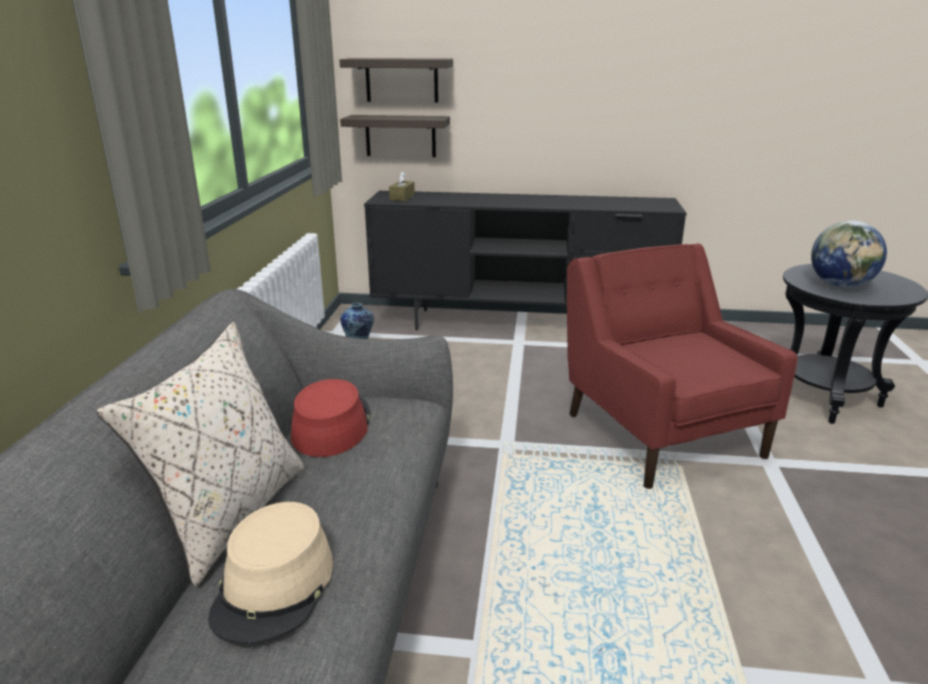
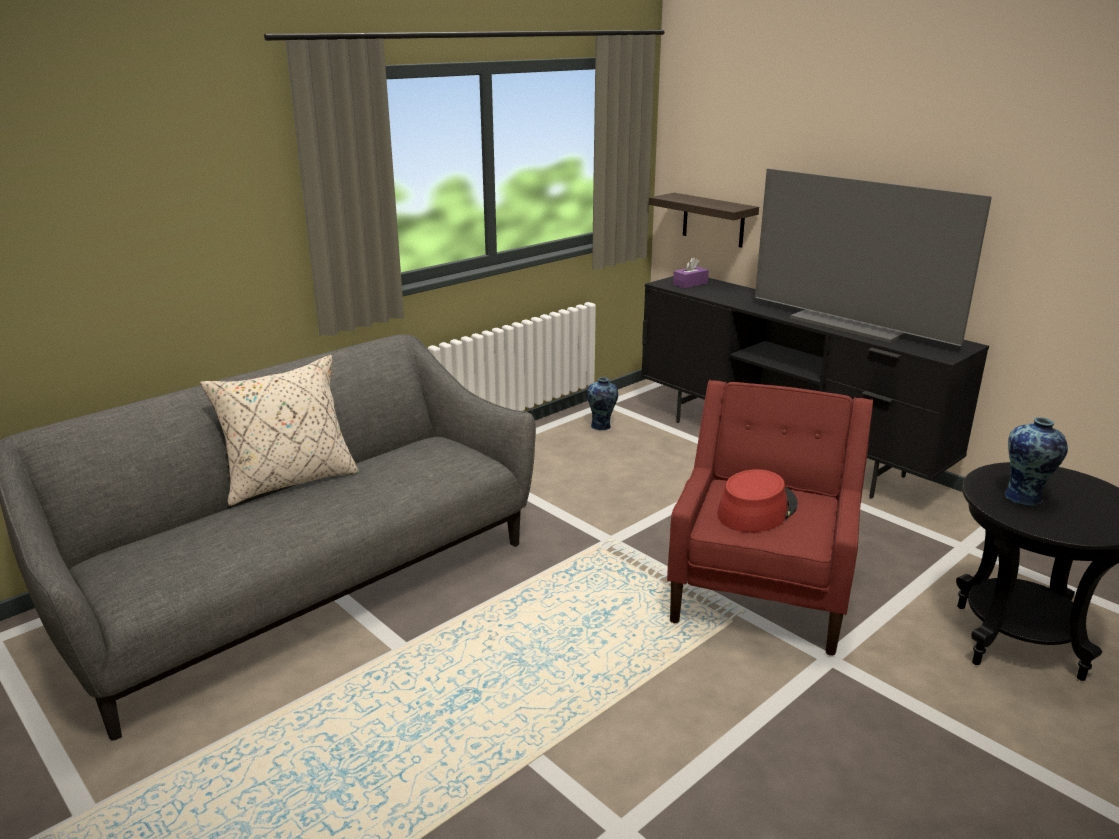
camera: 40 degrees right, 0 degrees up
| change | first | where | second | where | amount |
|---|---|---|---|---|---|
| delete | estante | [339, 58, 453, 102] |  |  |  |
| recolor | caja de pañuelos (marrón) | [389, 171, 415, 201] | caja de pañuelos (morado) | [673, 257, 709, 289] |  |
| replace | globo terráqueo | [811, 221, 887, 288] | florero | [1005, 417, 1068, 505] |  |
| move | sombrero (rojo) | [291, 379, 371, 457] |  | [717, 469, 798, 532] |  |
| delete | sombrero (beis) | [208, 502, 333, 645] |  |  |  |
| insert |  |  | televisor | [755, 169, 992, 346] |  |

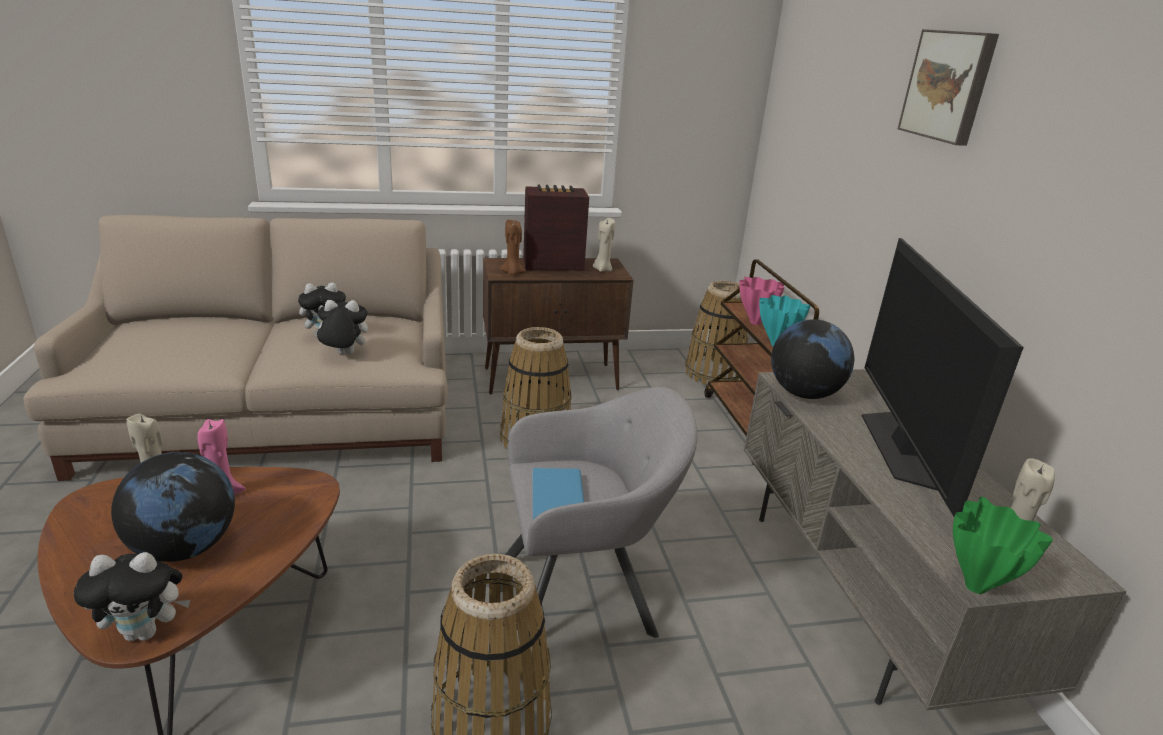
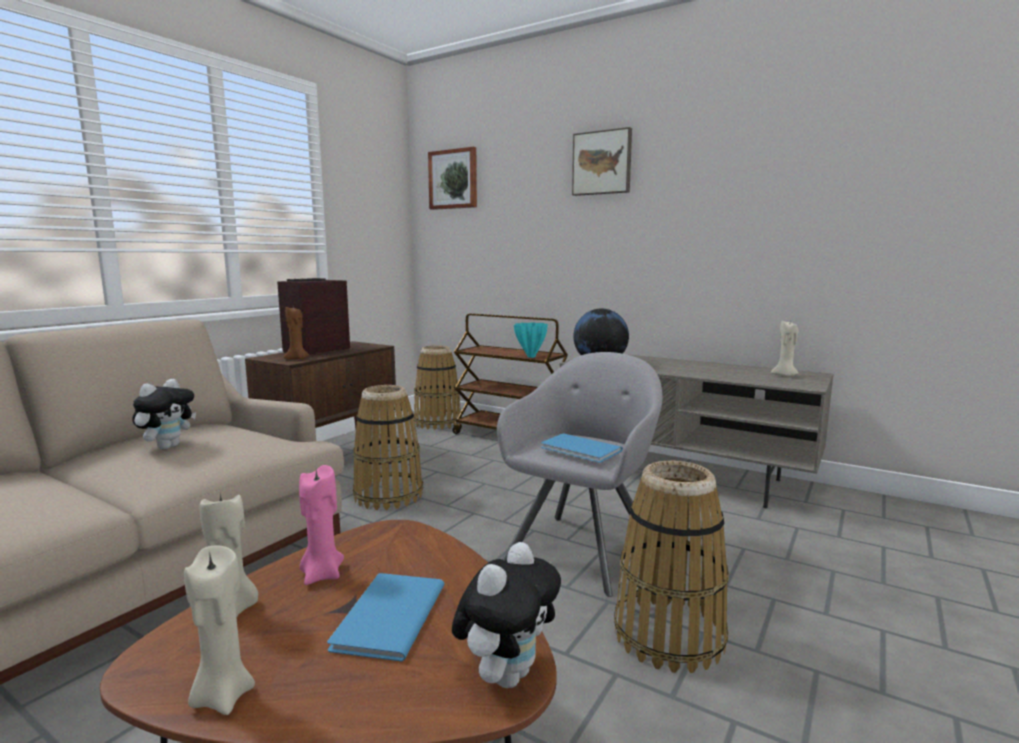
camera: 45 degrees left, 15 degrees down
| change | first | where | second | where | amount |
|---|---|---|---|---|---|
| move | vela (beis) | [593, 218, 615, 272] |  | [184, 545, 255, 715] |  |
| delete | televisor | [862, 238, 1024, 517] |  |  |  |
| delete | florero (rosa) | [739, 277, 785, 325] |  |  |  |
| delete | peluche | [313, 300, 368, 355] |  |  |  |
| replace | globo terráqueo | [111, 452, 235, 562] | libro (azul) | [327, 573, 444, 662] |  |
| delete | florero (verde) | [953, 497, 1053, 594] |  |  |  |
| insert |  |  | cuadro | [428, 147, 477, 210] |  |

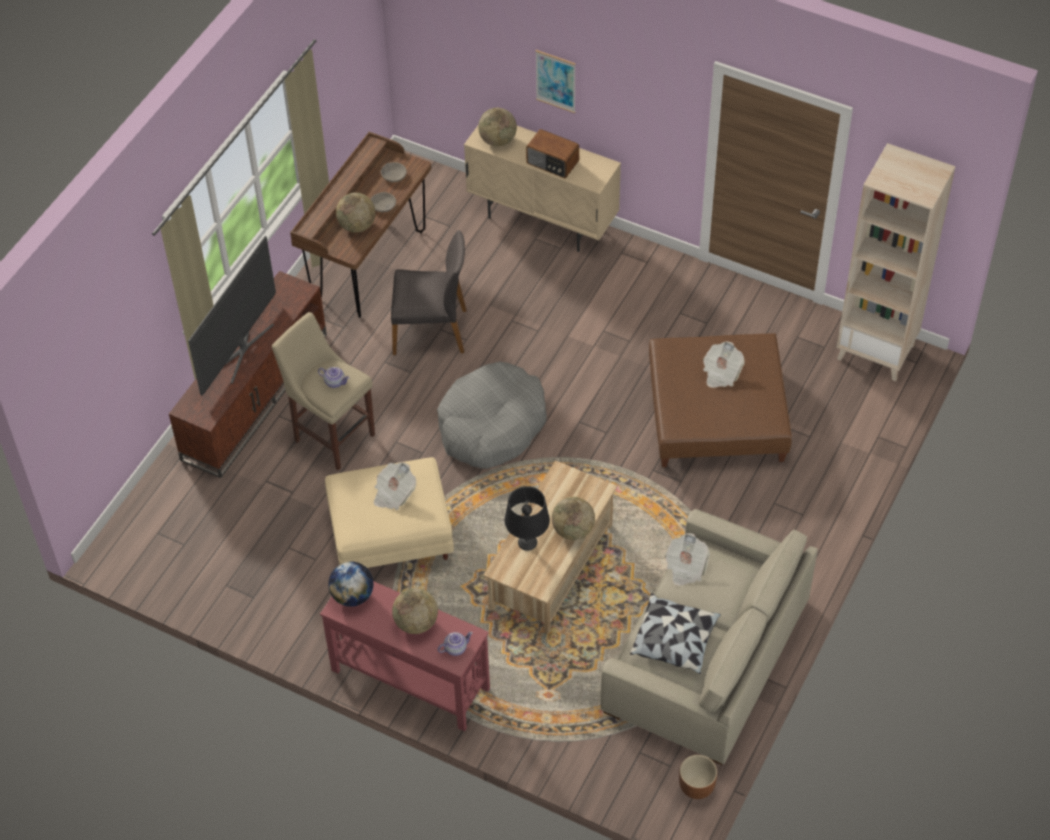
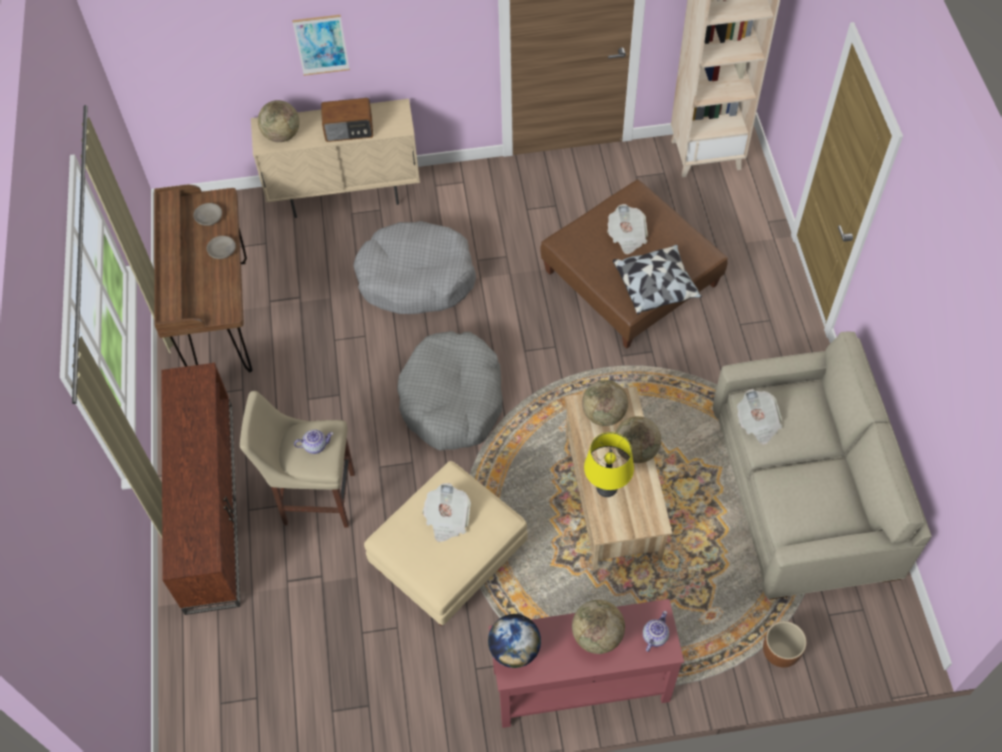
camera: 35 degrees left, 5 degrees up
| change | first | where | second | where | amount |
|---|---|---|---|---|---|
| move | globo terráqueo | [336, 193, 376, 233] |  | [582, 380, 628, 426] |  |
| delete | silla (gris) | [391, 230, 466, 355] |  |  |  |
| delete | televisor | [188, 236, 276, 396] |  |  |  |
| recolor | lámpara de mesa (negro) | [505, 486, 550, 551] | lámpara de mesa (amarillo) | [584, 432, 634, 497] |  |
| move | cojín | [630, 593, 721, 674] |  | [613, 245, 702, 314] |  |
| move | maceta (marrón) | [679, 755, 717, 799] |  | [763, 621, 807, 668] |  |
| insert |  |  | cama para perro (gris) | [353, 221, 476, 314] |  |

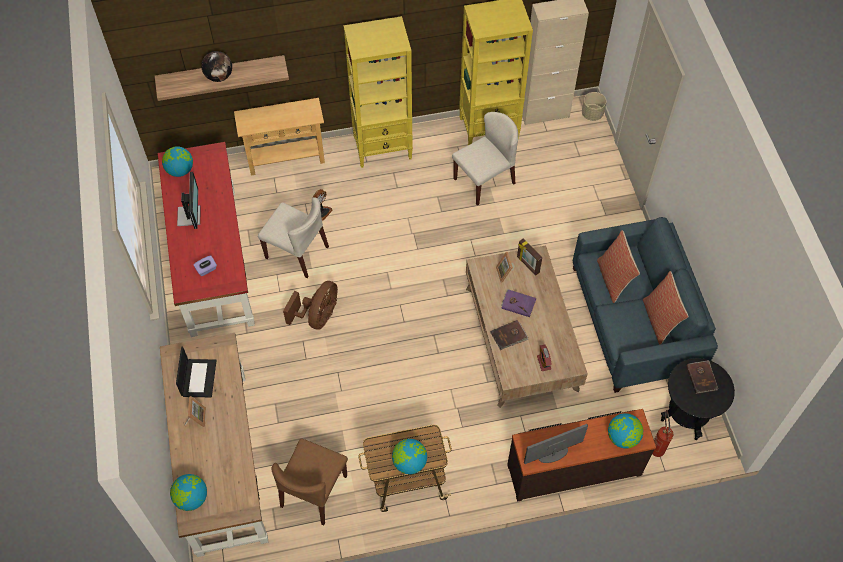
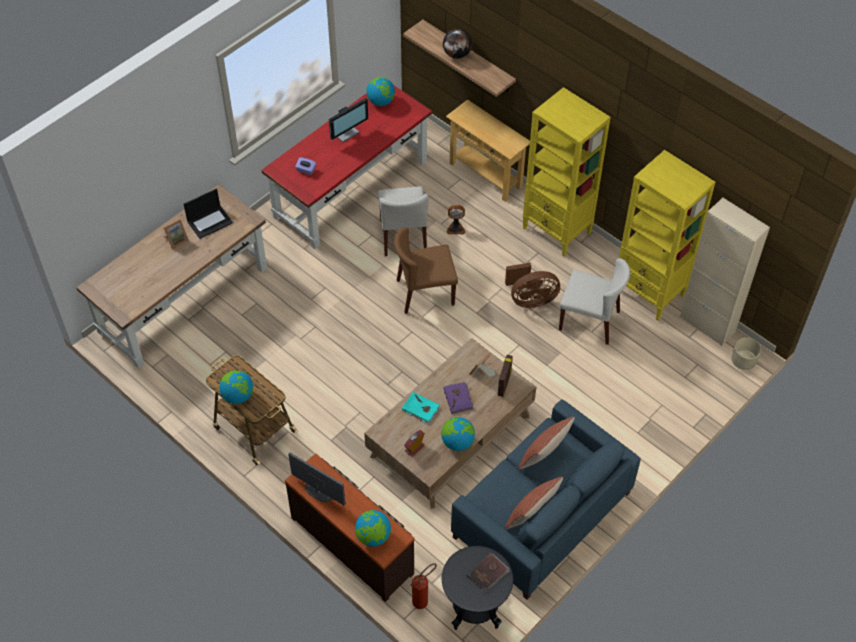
camera: 55 degrees right, 5 degrees down
| change | first | where | second | where | amount |
|---|---|---|---|---|---|
| move | ventilador (marrón) | [283, 281, 338, 330] |  | [505, 263, 560, 308] |  |
| recolor | libro (marrón) | [490, 320, 528, 350] | libro (turquesa) | [401, 392, 440, 424] |  |
| move | silla (marrón) | [272, 438, 348, 525] |  | [394, 227, 458, 314] |  |
| move | globo terráqueo | [170, 474, 207, 511] |  | [441, 417, 475, 451] |  |

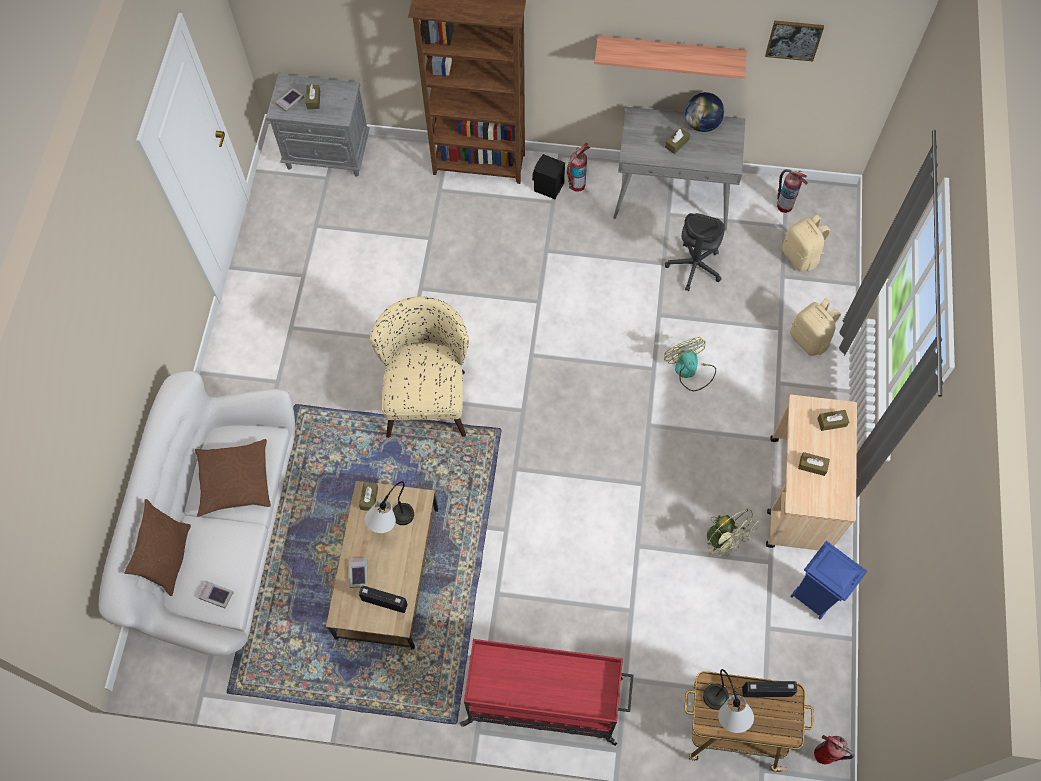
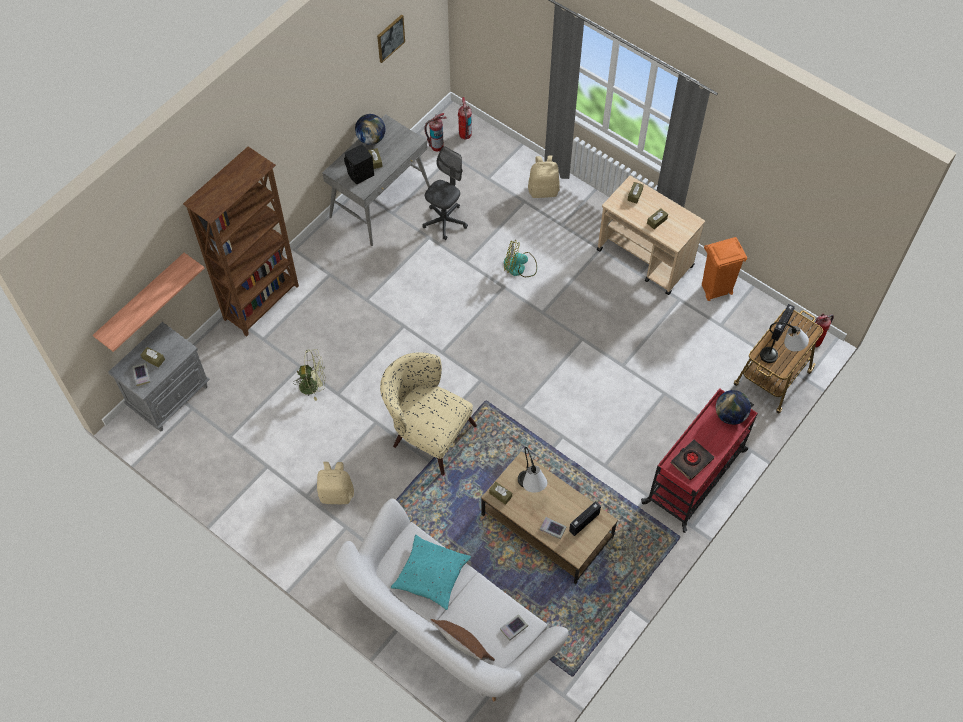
camera: 60 degrees left, 5 degrees down
| change | first | where | second | where | amount |
|---|---|---|---|---|---|
| move | estante | [594, 36, 747, 79] |  | [93, 253, 204, 352] |  |
| move | extintor | [567, 143, 590, 192] |  | [458, 97, 472, 139] |  |
| move | altavoz (negro) | [532, 154, 565, 199] |  | [344, 144, 374, 184] |  |
| rotate | silla de oficina (gris) | [665, 213, 725, 291] |  | [423, 146, 468, 240] | 105 degrees counterclockwise |
| move | mochila (beis) | [782, 214, 830, 272] |  | [317, 462, 354, 505] |  |
| recolor | cojín (marrón) | [195, 439, 271, 517] | cojín (turquesa) | [391, 535, 471, 610] |  |
| move | ventilador (verde) | [707, 509, 759, 557] |  | [293, 349, 326, 401] |  |
| recolor | papelera (azul) | [791, 541, 867, 619] | papelera (naranja) | [702, 237, 747, 301] |  |
| insert |  |  | globo terráqueo | [716, 390, 751, 425] |  |
| insert |  |  | libro (negro) | [670, 440, 714, 480] |  |

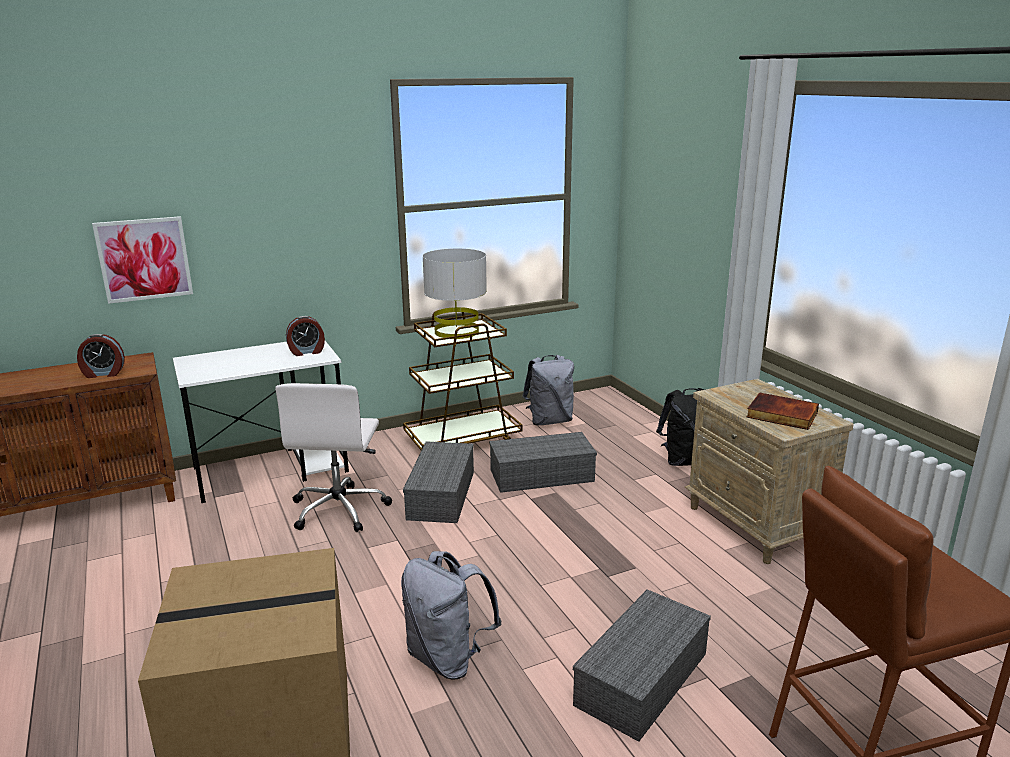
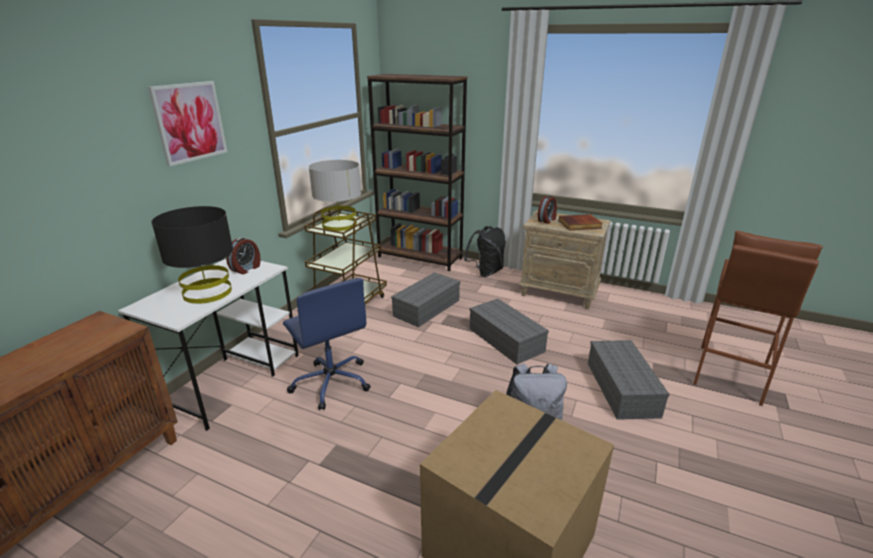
camera: 40 degrees left, 5 degrees up
| change | first | where | second | where | amount |
|---|---|---|---|---|---|
| move | cuadro | [92, 216, 193, 304] |  | [148, 81, 227, 166] |  |
| move | despertador | [77, 334, 125, 378] |  | [538, 195, 557, 224] |  |
| delete | mochila (gris) | [522, 355, 574, 425] |  |  |  |
| recolor | silla de oficina (blanco) | [275, 383, 392, 532] | silla de oficina (azul) | [283, 278, 371, 410] |  |
| move | caja de almacenaje (gris) | [403, 442, 474, 523] |  | [470, 299, 549, 364] |  |
| insert |  |  | estantería (marrón) | [367, 74, 468, 271] |  |
| insert |  |  | lámpara de mesa (negro) | [151, 206, 233, 304] |  |

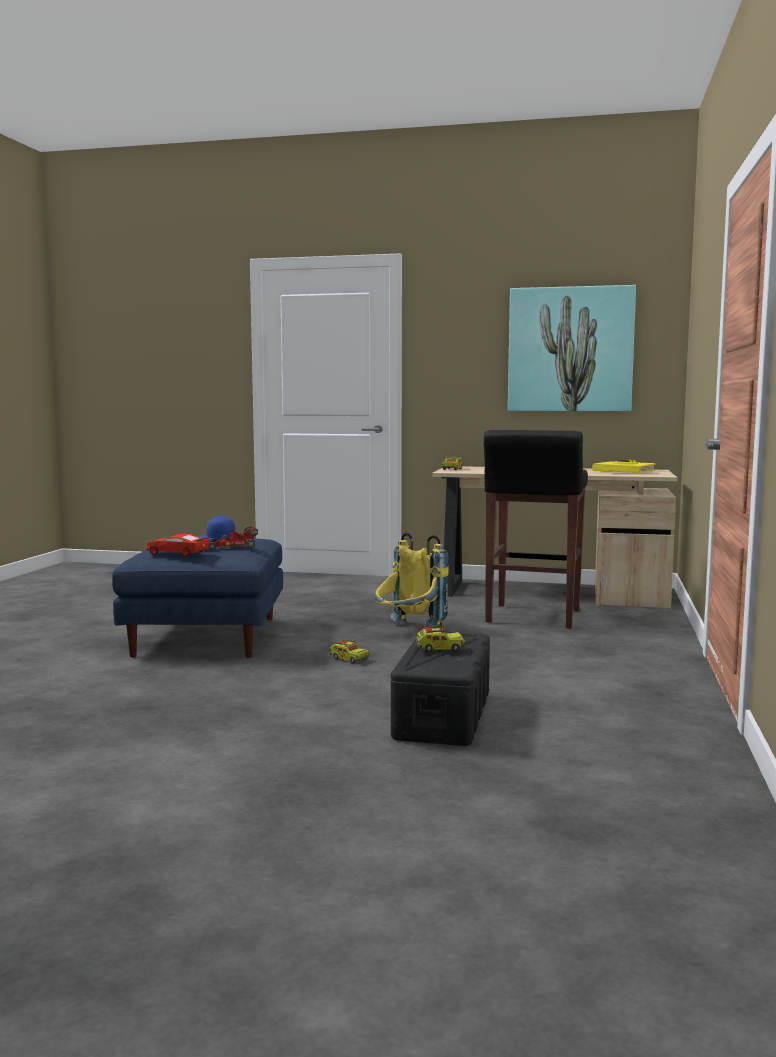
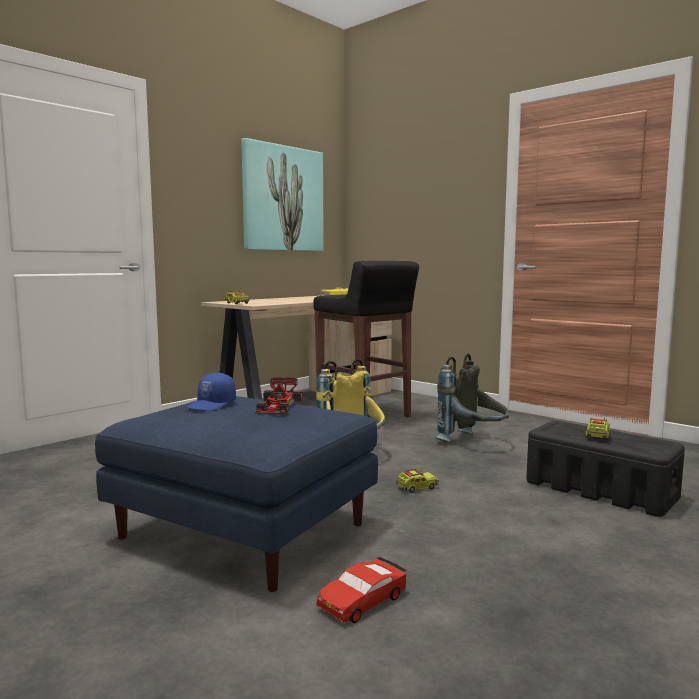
camera: 60 degrees left, 0 degrees up
| change | first | where | second | where | amount |
|---|---|---|---|---|---|
| move | coche de juguete (rojo) | [146, 534, 210, 557] |  | [316, 557, 406, 623] |  |
| insert |  |  | mochila (gris) | [435, 353, 509, 443] |  |

